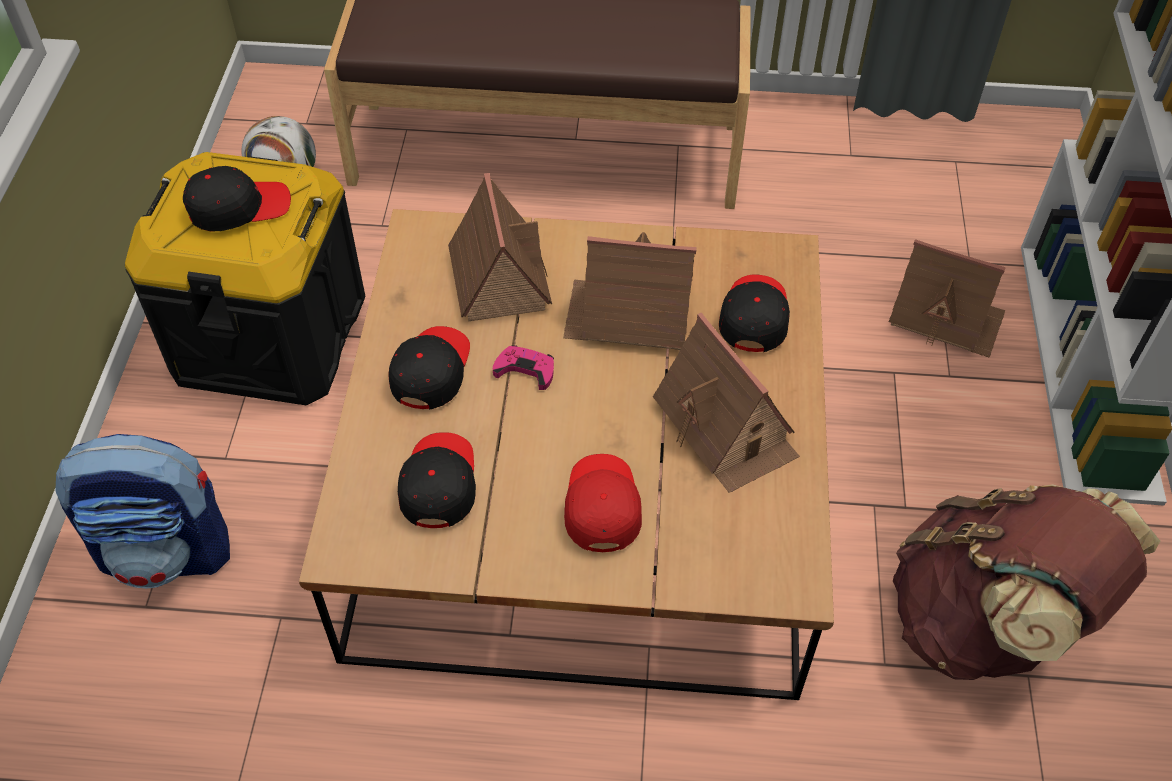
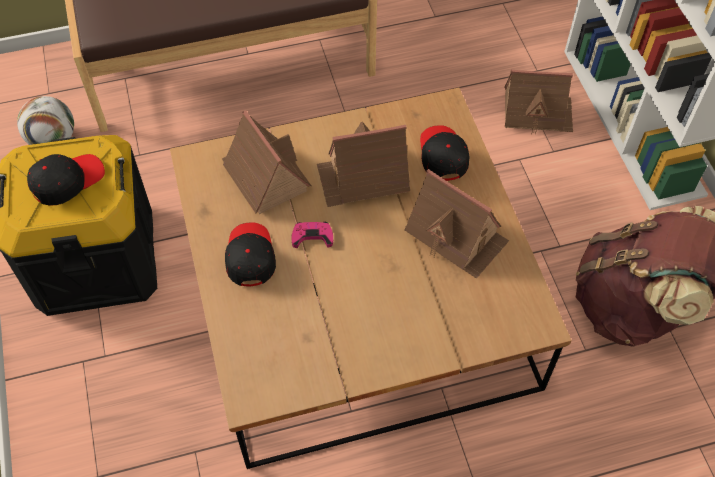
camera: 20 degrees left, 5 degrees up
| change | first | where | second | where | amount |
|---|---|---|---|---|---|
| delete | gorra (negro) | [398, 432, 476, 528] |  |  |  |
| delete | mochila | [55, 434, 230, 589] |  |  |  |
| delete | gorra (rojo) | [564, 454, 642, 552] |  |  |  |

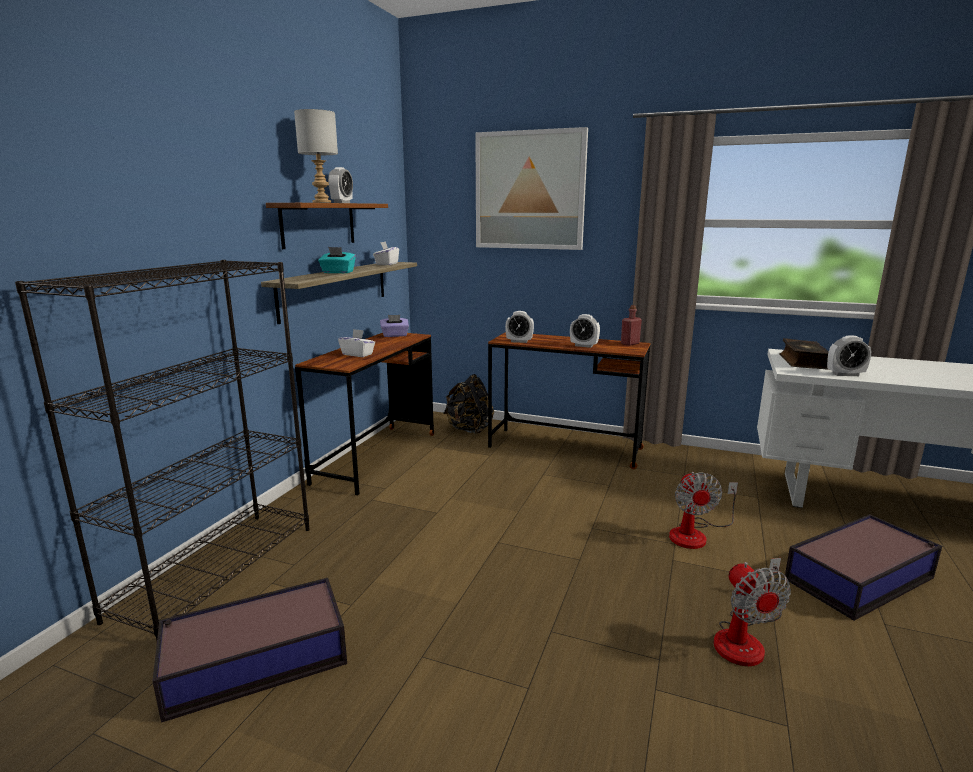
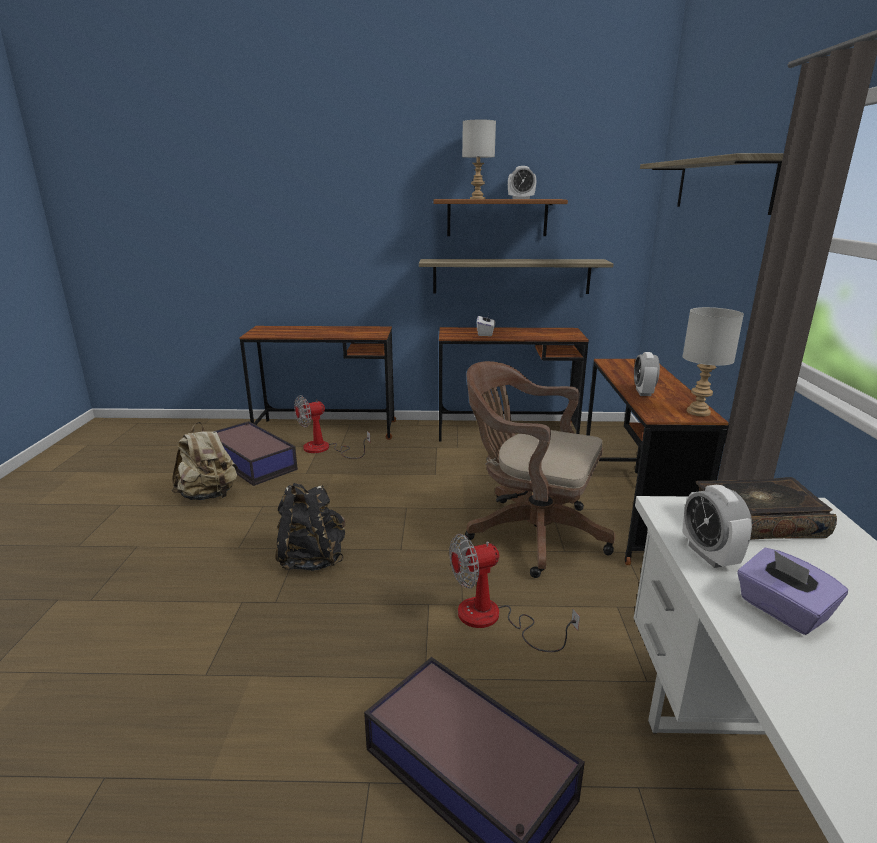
camera: 70 degrees right, 5 degrees up
| change | first | where | second | where | amount |
|---|---|---|---|---|---|
| replace | cuadro | [475, 127, 588, 250] | estante | [640, 153, 784, 215] |  |
| delete | caja de pañuelos (blanco) | [373, 241, 399, 265] |  |  |  |
| delete | caja de pañuelos (turquesa) | [318, 247, 356, 273] |  |  |  |
| replace | estantería (negro) | [15, 260, 310, 640] | escritorio (marrón) | [239, 326, 396, 440] |  |
| replace | botella (rojo) | [621, 305, 642, 346] | lámpara de mesa (gris) | [682, 307, 744, 416] |  |
| delete | despertador | [505, 311, 534, 343] |  |  |  |
| move | caja de pañuelos (morado) | [380, 315, 409, 337] |  | [737, 548, 848, 635] |  |
| move | mochila (negro) | [443, 374, 494, 434] |  | [276, 483, 345, 571] |  |
| move | ventilador | [714, 558, 791, 666] |  | [294, 395, 370, 459] |  |
| insert |  |  | silla de oficina (marrón) | [465, 361, 615, 578] |  |
| insert |  |  | mochila (beis) | [172, 422, 238, 500] |  |

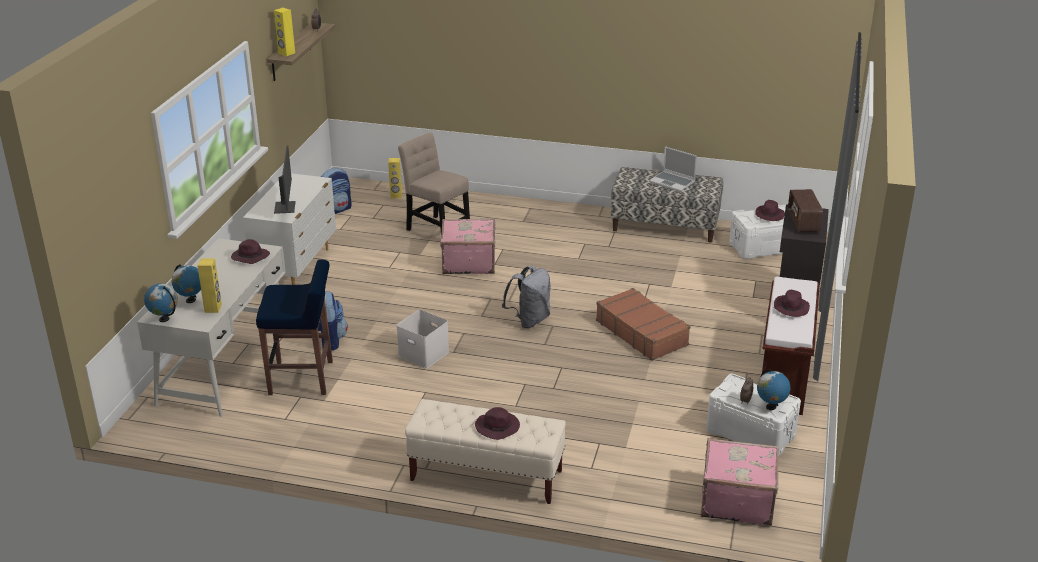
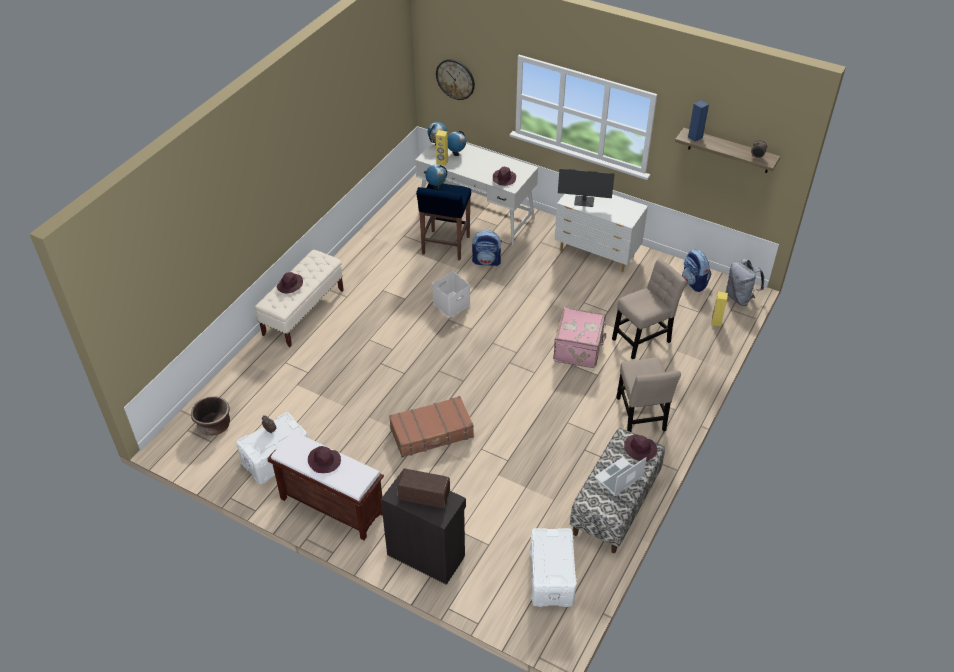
camera: 105 degrees right, 15 degrees up
| change | first | where | second | where | amount |
|---|---|---|---|---|---|
| recolor | altavoz (amarillo) | [274, 8, 295, 56] | altavoz (azul) | [688, 100, 709, 142] |  |
| move | sombrero (morado) | [755, 200, 785, 221] |  | [624, 434, 657, 461] |  |
| move | mochila (gris) | [502, 266, 551, 328] |  | [725, 259, 764, 306] |  |
| move | globo terráqueo | [757, 369, 791, 410] |  | [425, 165, 447, 190] |  |
| replace | maleta (rosa) | [701, 438, 779, 526] | maceta (marrón) | [191, 396, 230, 436] |  |
| insert |  |  | reloj de pared | [436, 59, 475, 100] |  |
| insert |  |  | silla (beis) | [616, 357, 681, 432] |  |

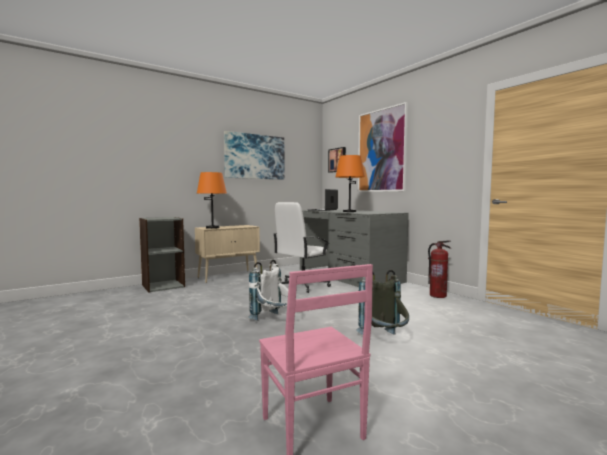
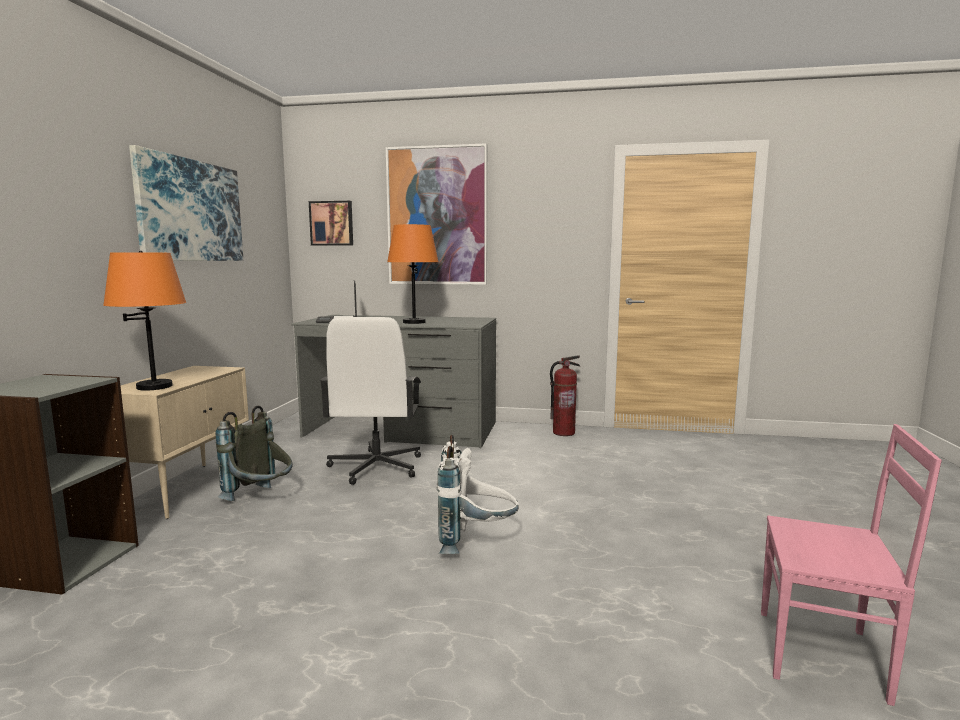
camera: 45 degrees left, 5 degrees up
| change | first | where | second | where | amount |
|---|---|---|---|---|---|
| move | mochila (gris) | [356, 270, 409, 335] |  | [216, 406, 293, 501] |  |

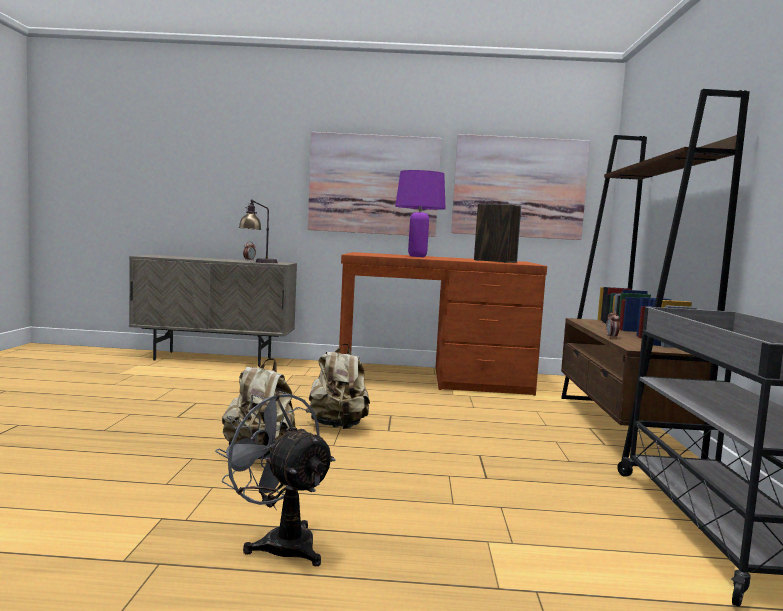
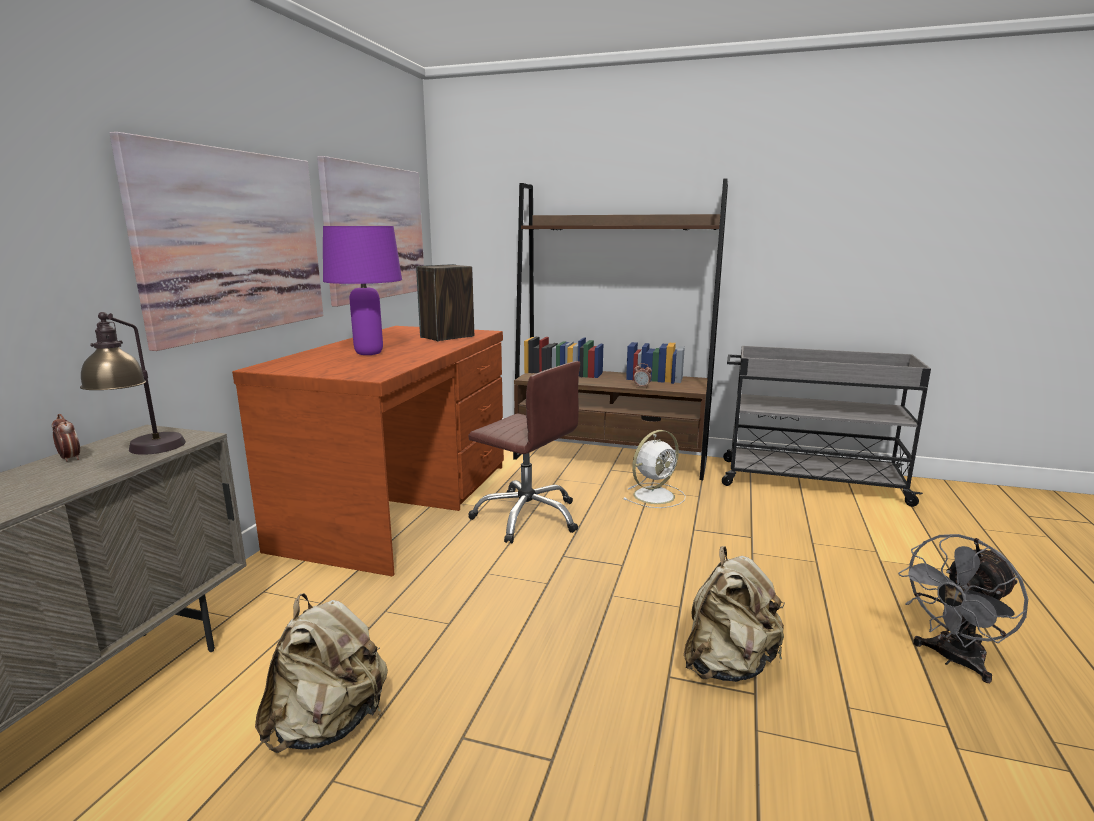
camera: 75 degrees left, 10 degrees up
| change | first | where | second | where | amount |
|---|---|---|---|---|---|
| move | mochila (beis) | [306, 343, 370, 429] |  | [255, 593, 388, 753] |  |
| insert |  |  | silla de oficina (marrón) | [468, 361, 580, 543] |  |
| insert |  |  | ventilador (blanco) | [623, 430, 686, 508] |  |

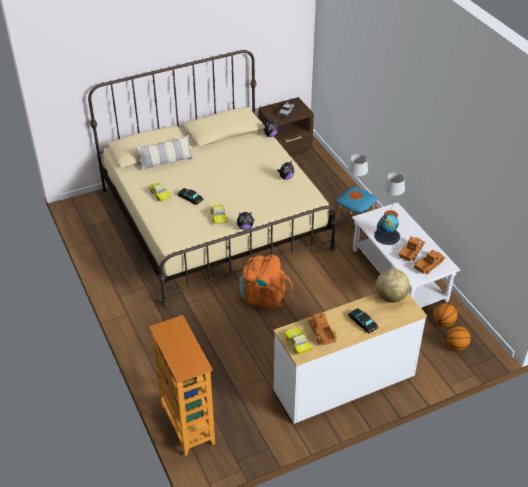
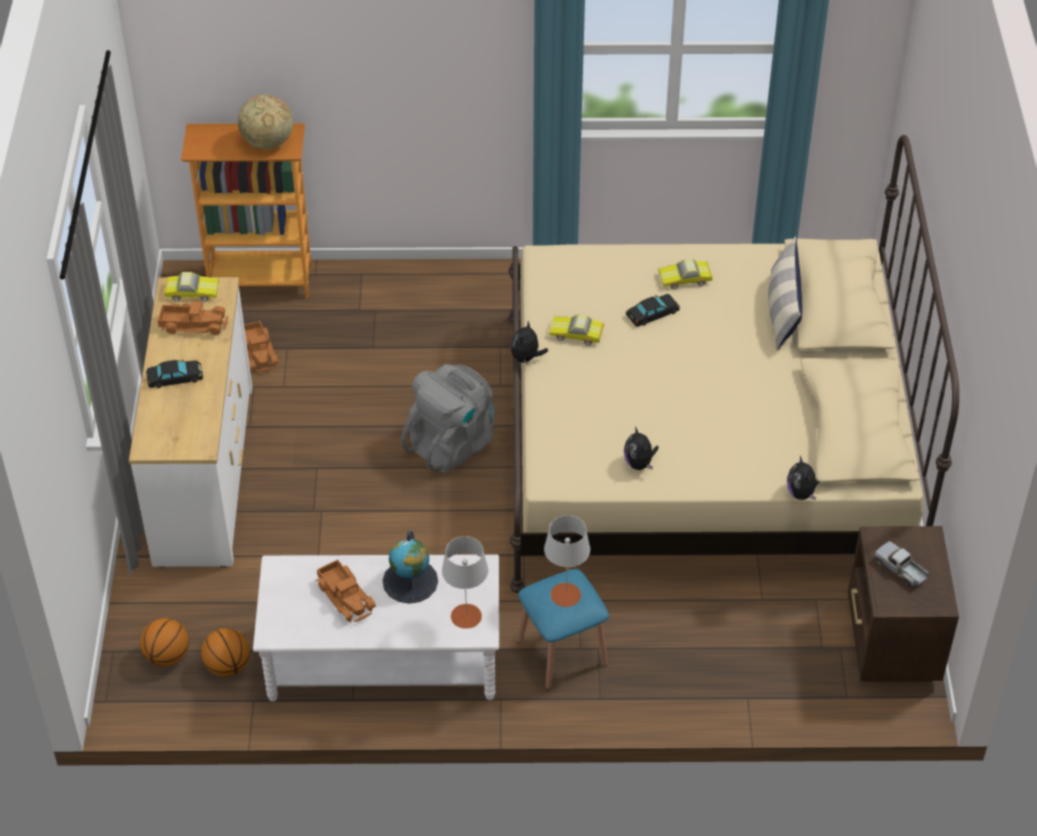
camera: 115 degrees right, 5 degrees up
| change | first | where | second | where | amount |
|---|---|---|---|---|---|
| move | camión de juguete | [414, 250, 446, 274] |  | [244, 321, 278, 372] |  |
| recolor | mochila (naranja) | [239, 255, 293, 310] | mochila (gris) | [401, 364, 494, 473] |  |
| move | globo terráqueo | [376, 269, 410, 303] |  | [238, 94, 293, 149] |  |

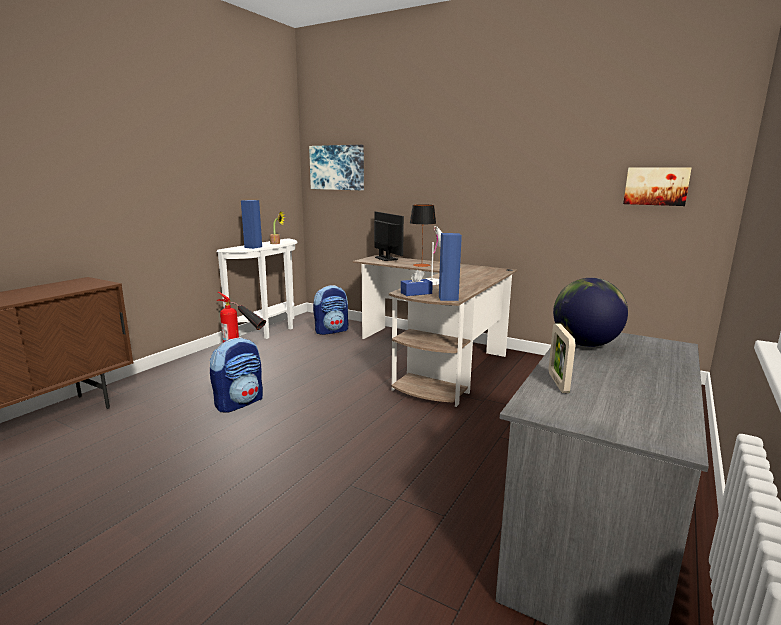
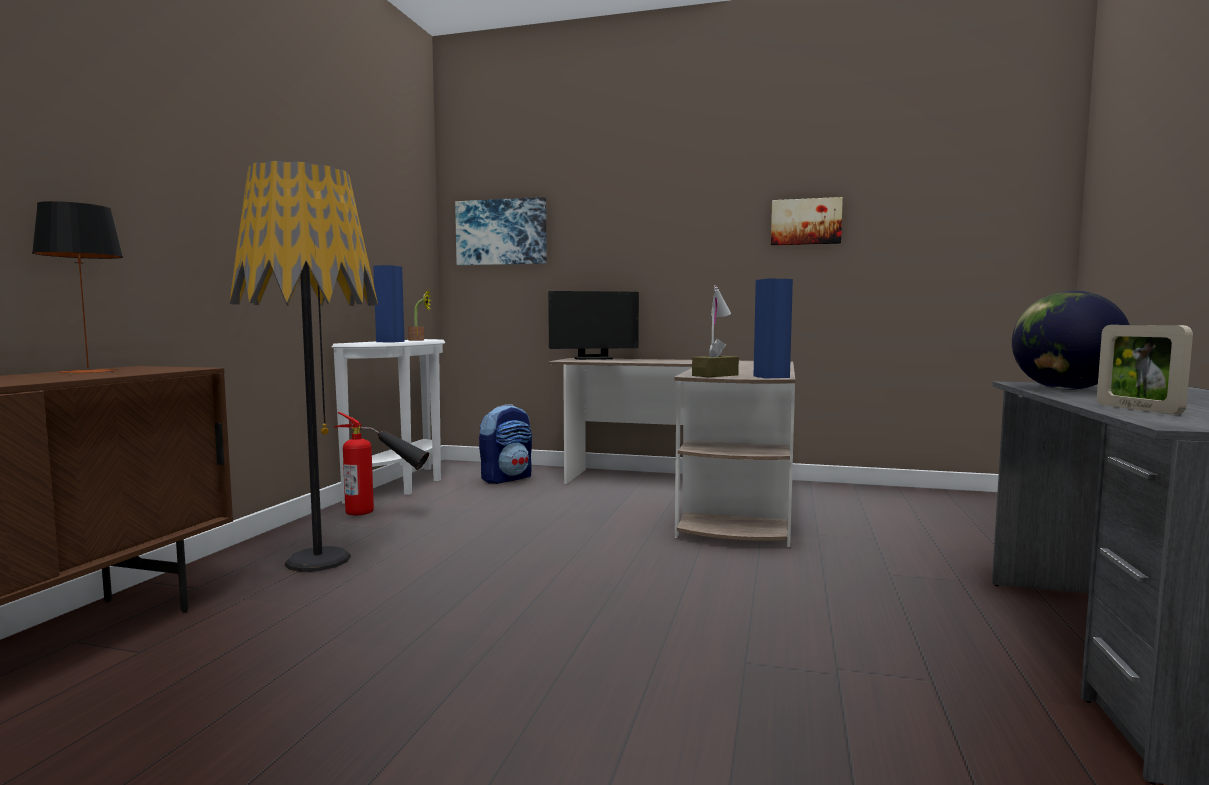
camera: 15 degrees left, 10 degrees down
| change | first | where | second | where | amount |
|---|---|---|---|---|---|
| move | cuadro | [623, 168, 691, 206] |  | [771, 197, 843, 245] |  |
| move | lámpara de mesa | [410, 204, 436, 267] |  | [32, 201, 123, 374] |  |
| rotate | monitor | [374, 212, 404, 261] |  | [548, 291, 639, 360] | 120 degrees clockwise |
| recolor | caja de pañuelos (azul) | [401, 270, 433, 296] | caja de pañuelos (marrón) | [692, 339, 739, 377] |  |
| delete | mochila | [210, 337, 263, 412] |  |  |  |
| insert |  |  | lámpara de pie | [229, 161, 378, 572] |  |

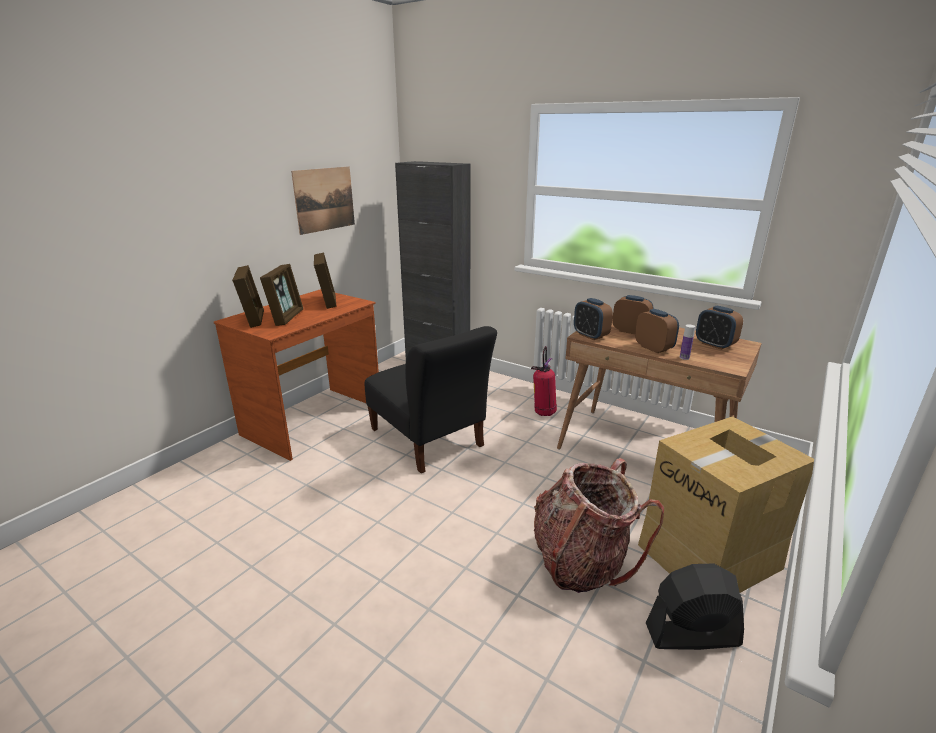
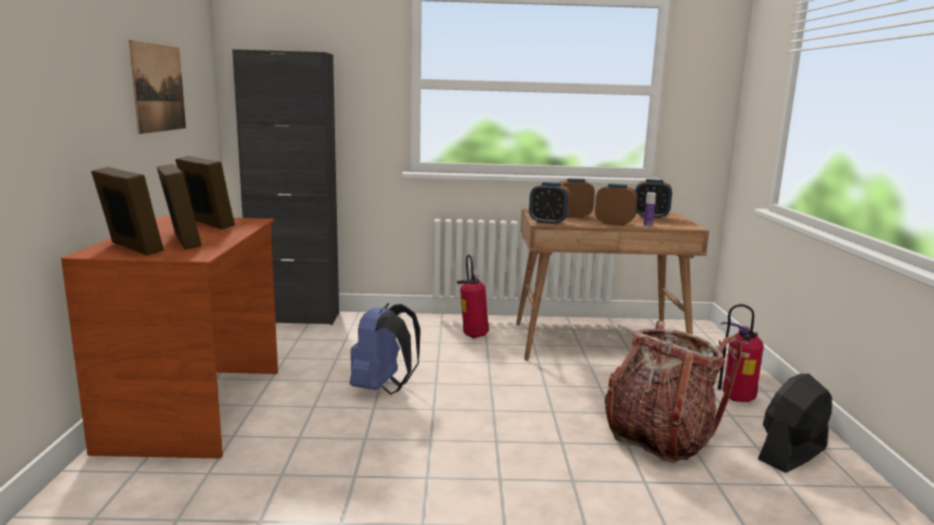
camera: 35 degrees left, 10 degrees down
| change | first | where | second | where | amount |
|---|---|---|---|---|---|
| replace | silla (negro) | [365, 326, 497, 473] | mochila (azul) | [350, 303, 421, 395] |  |
| replace | caja de cartón | [638, 416, 814, 593] | extintor | [718, 304, 764, 402] |  |

